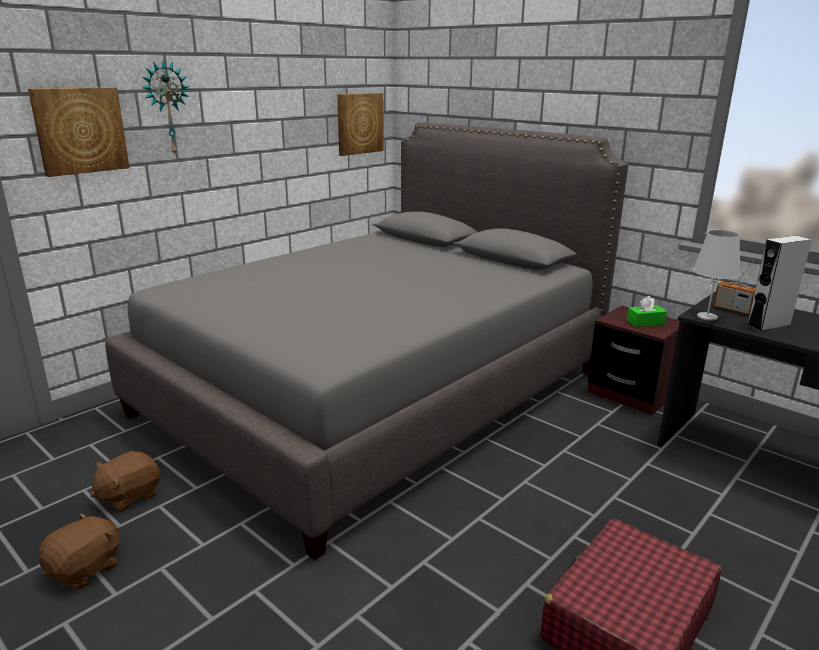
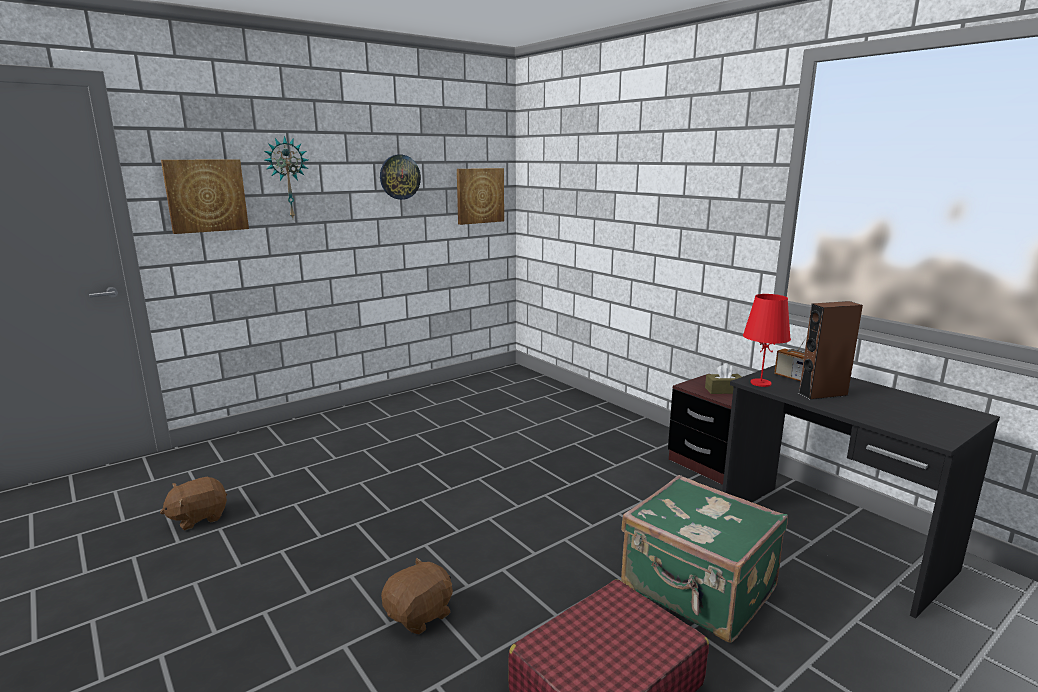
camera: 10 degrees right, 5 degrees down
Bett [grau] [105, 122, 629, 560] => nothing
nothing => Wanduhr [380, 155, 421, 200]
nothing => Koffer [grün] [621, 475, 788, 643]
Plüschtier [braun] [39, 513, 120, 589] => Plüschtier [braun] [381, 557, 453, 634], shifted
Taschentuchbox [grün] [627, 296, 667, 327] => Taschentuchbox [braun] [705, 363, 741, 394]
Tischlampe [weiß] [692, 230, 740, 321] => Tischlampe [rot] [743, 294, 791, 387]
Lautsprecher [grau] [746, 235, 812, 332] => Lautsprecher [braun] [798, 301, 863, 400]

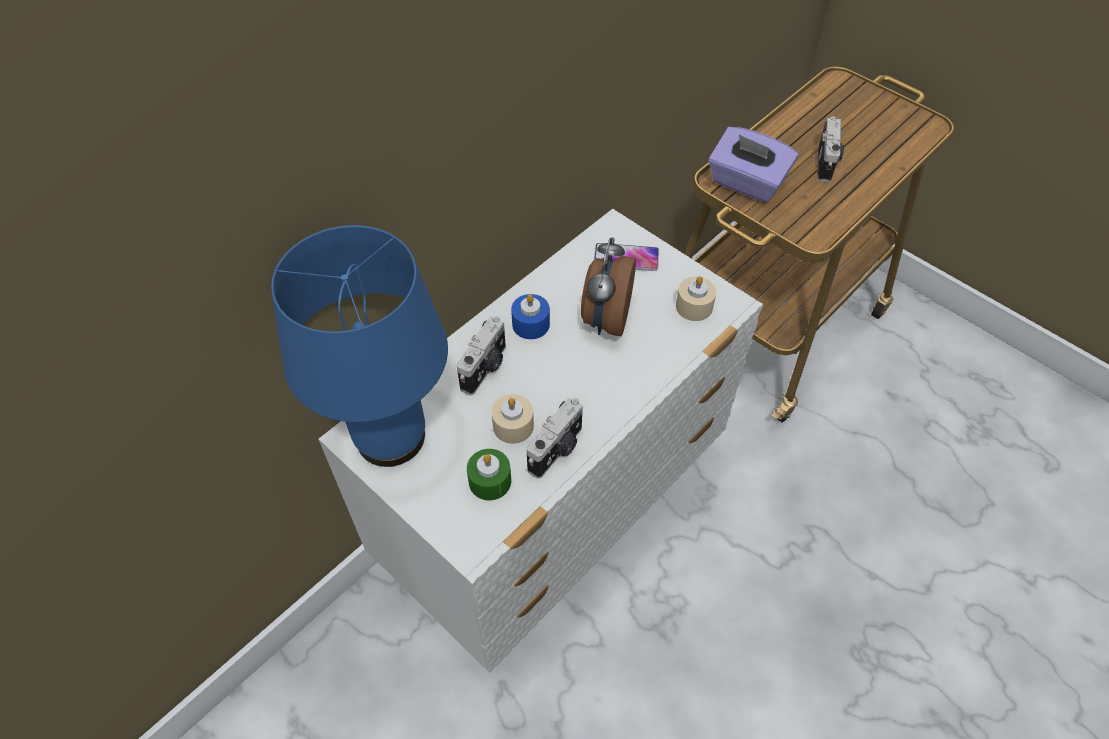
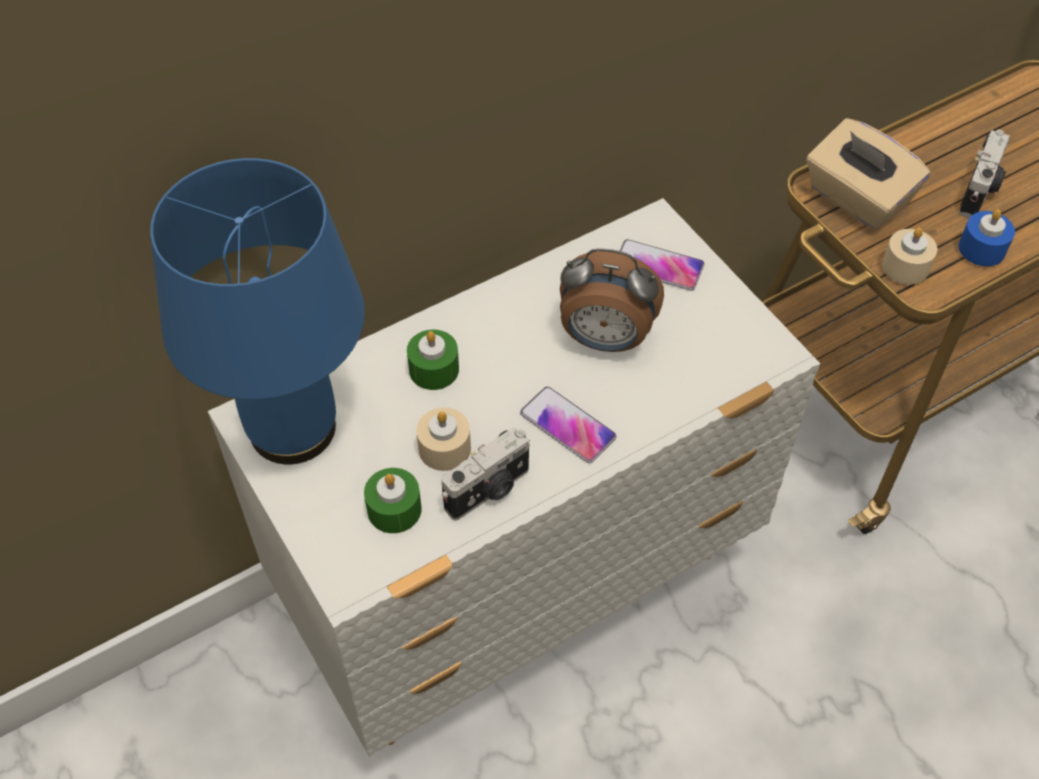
camera: 15 degrees right, 0 degrees up
nothing => Handy [520, 386, 617, 463]
Kerze [blau] [511, 294, 550, 339] => Kerze [blau] [958, 209, 1015, 266], shifted
Kerze [beige] [676, 276, 716, 321] => Kerze [beige] [882, 228, 937, 285], shifted
Kamera [457, 316, 506, 395] => Kerze [grün] [407, 330, 459, 390]
Taschentuchbox [lila] [708, 127, 798, 202] => Taschentuchbox [beige] [806, 118, 930, 229]
Wecker [581, 237, 636, 336] => Wecker [560, 248, 664, 352], 105 degrees counterclockwise

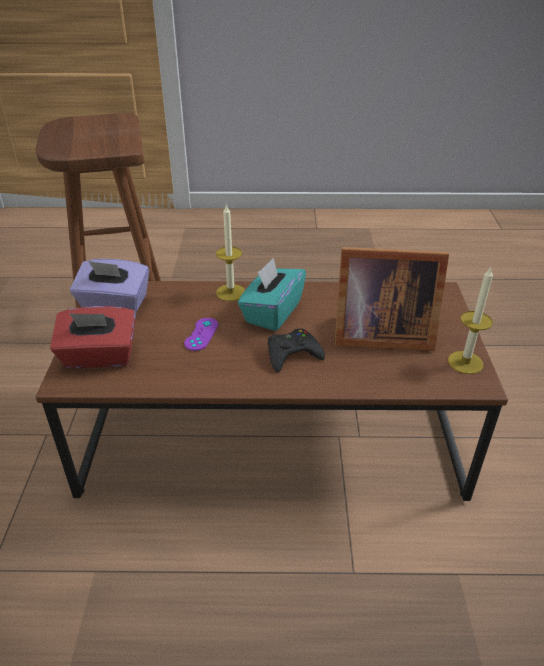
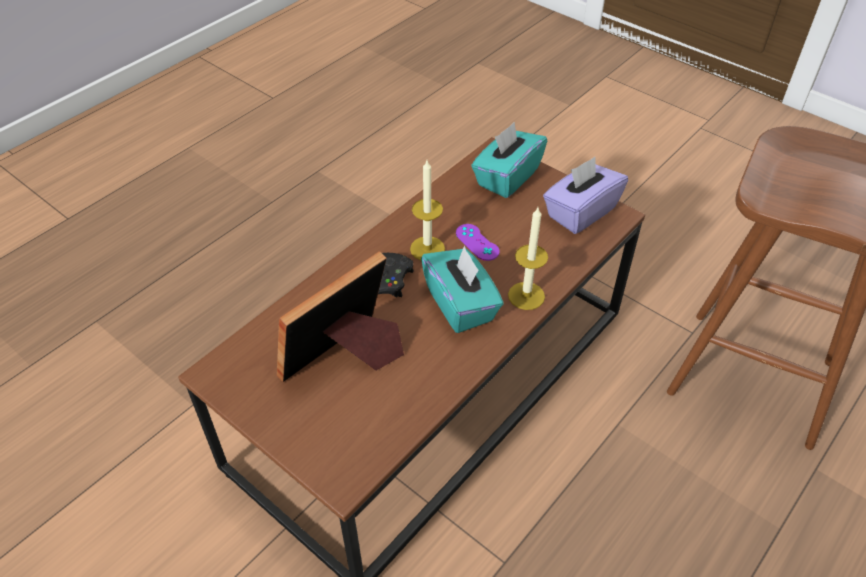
camera: 130 degrees right, 10 degrees up
Kerze [448, 267, 493, 374] => Kerze [410, 160, 445, 261], shifted
Taschentuchbox [rot] [50, 306, 136, 368] => Taschentuchbox [türkis] [471, 122, 547, 198]

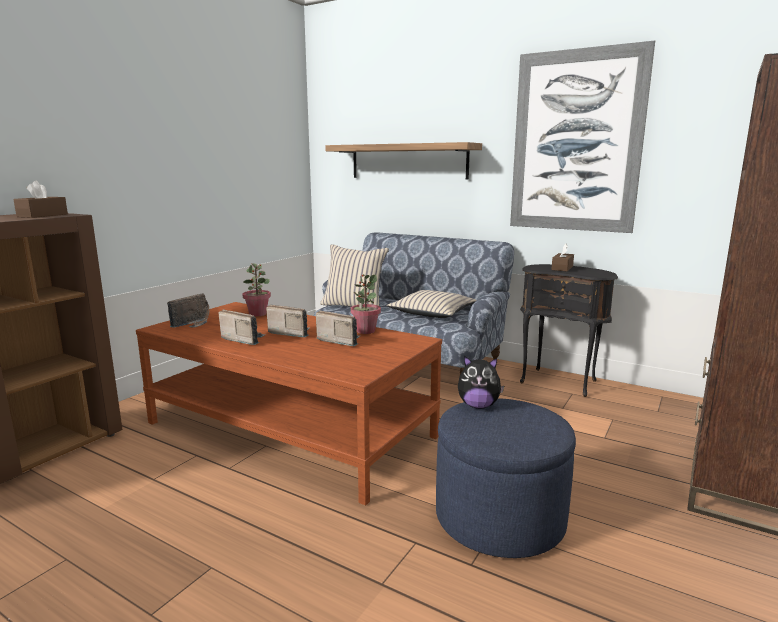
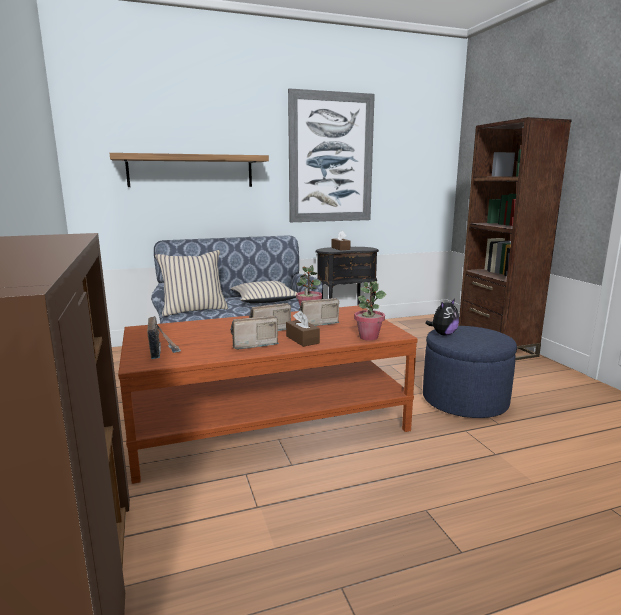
camera: 50 degrees left, 0 degrees up
Taschentuchbox [braun] [13, 181, 68, 218] => Taschentuchbox [braun] [286, 310, 320, 347], shifted
Topfpflanze [242, 263, 271, 316] => Topfpflanze [354, 281, 386, 341], shifted

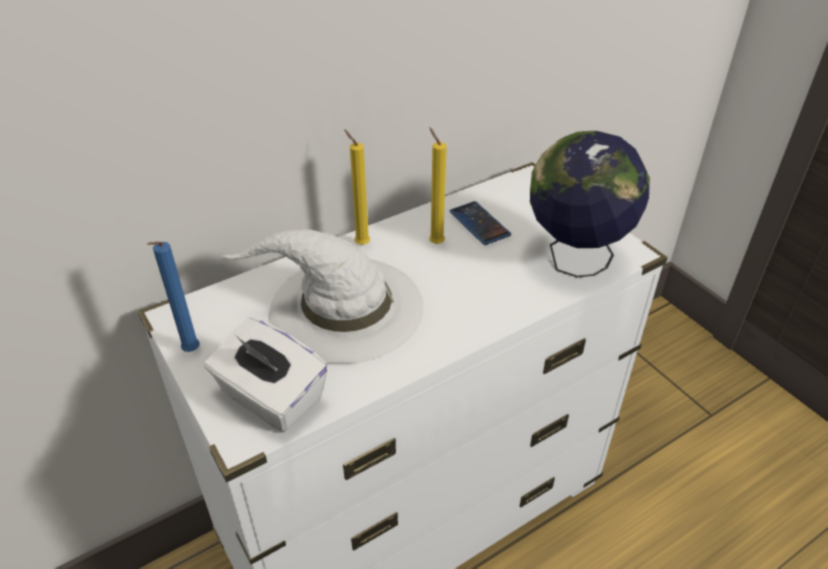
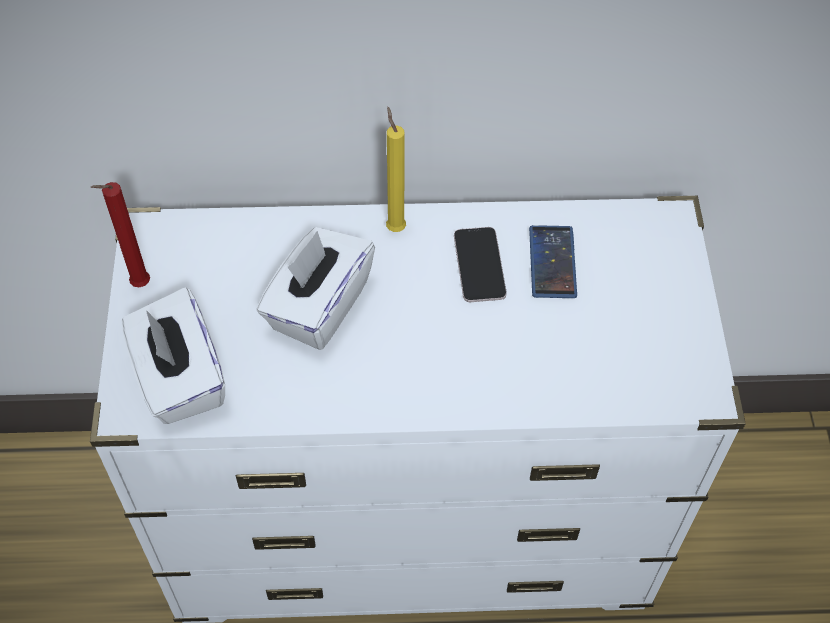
camera: 30 degrees right, 15 degrees up
Globus [530, 131, 650, 277] => nothing
Hut [weiß] [221, 229, 423, 364] => Taschentuchbox [weiß] [257, 227, 375, 350]
Kerze [gelb] [429, 127, 447, 244] => Handy [454, 227, 507, 302]
Kerze [blau] [147, 242, 200, 352] => Kerze [rot] [91, 182, 150, 287]

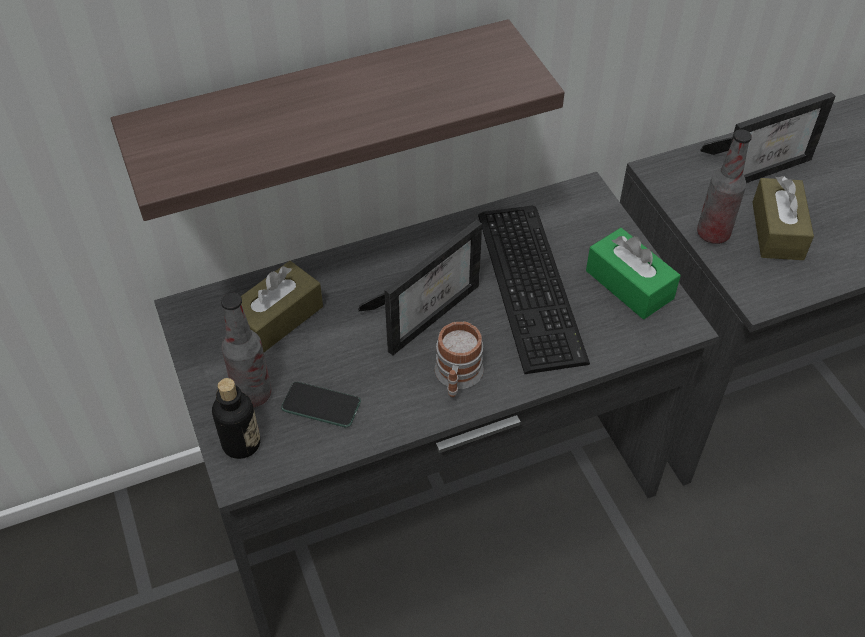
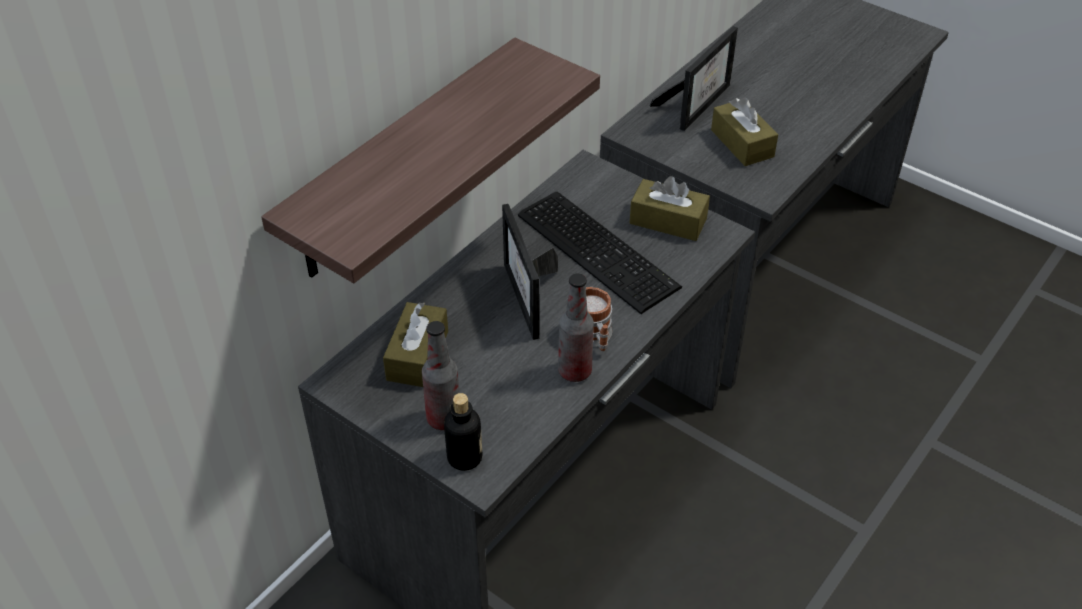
camera: 30 degrees left, 5 degrees down
Handy [281, 382, 361, 427] => nothing
Flasche [697, 129, 752, 244] => Flasche [558, 274, 594, 382], shifted
Taschentuchbox [grün] [586, 228, 681, 319] => Taschentuchbox [braun] [630, 176, 710, 241]
Bilderrahmen [358, 220, 482, 355] => Bilderrahmen [502, 204, 558, 340], 150 degrees clockwise

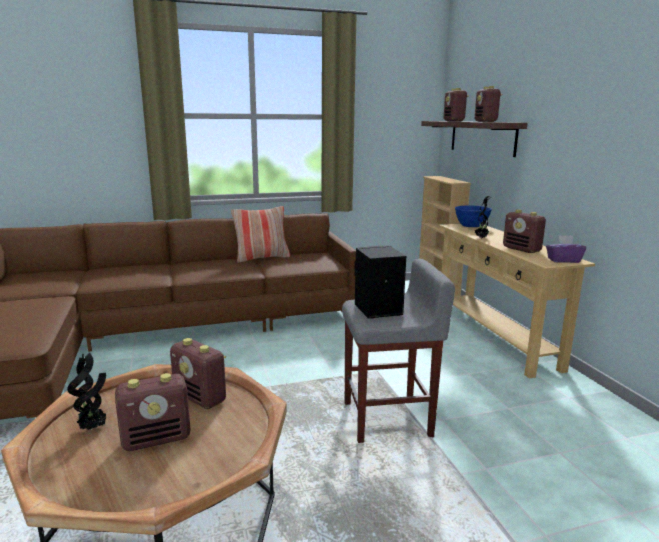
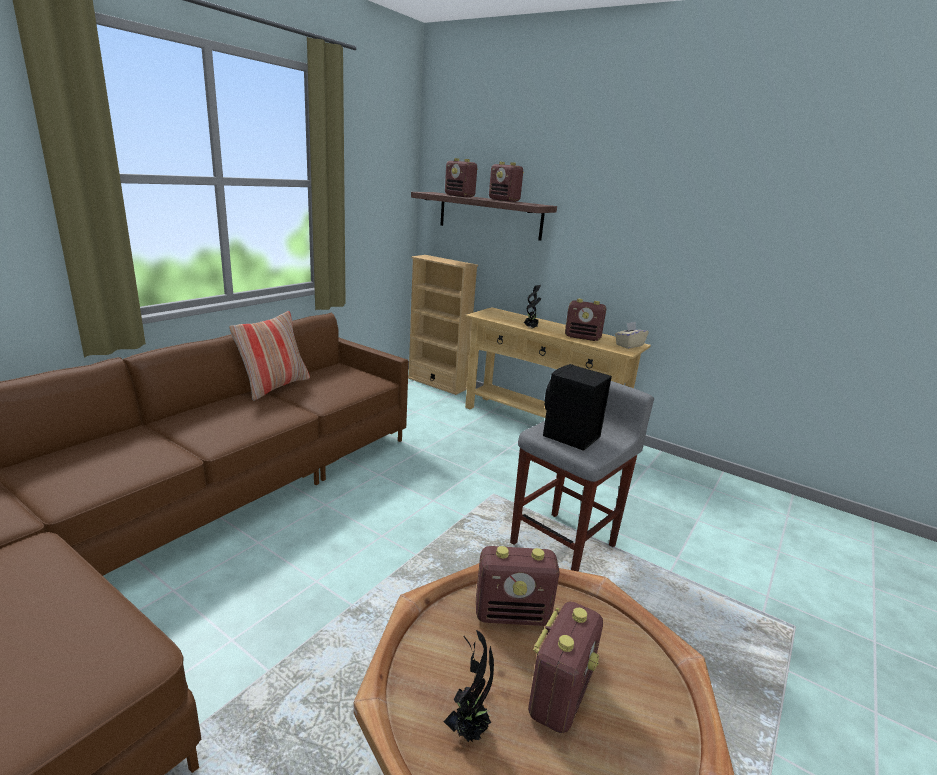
camera: 40 degrees left, 5 degrees up
Schüssel [blau] [455, 206, 492, 227] => nothing
Taschentuchbox [lila] [546, 235, 586, 263] => Taschentuchbox [beige] [615, 322, 649, 349]

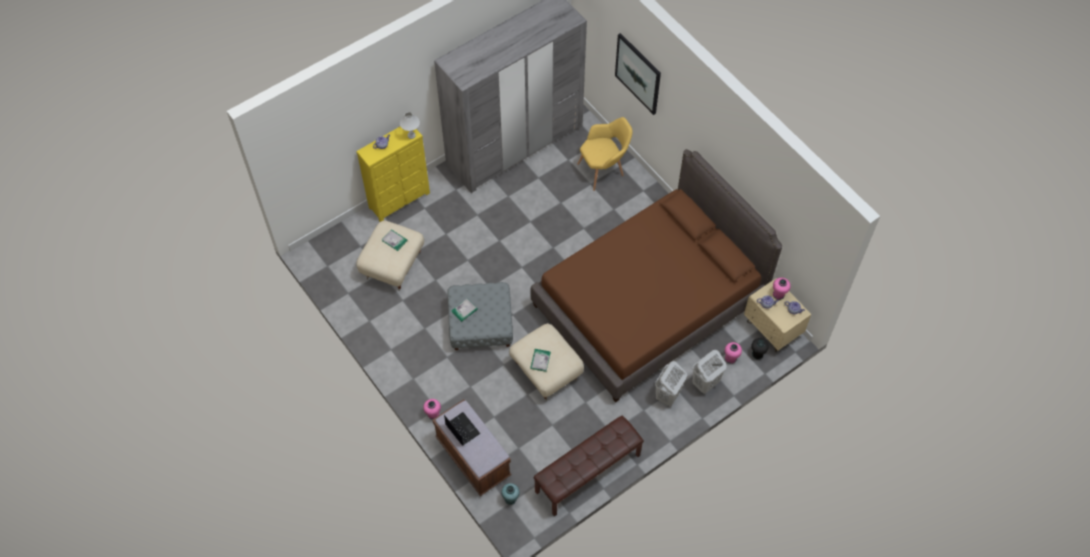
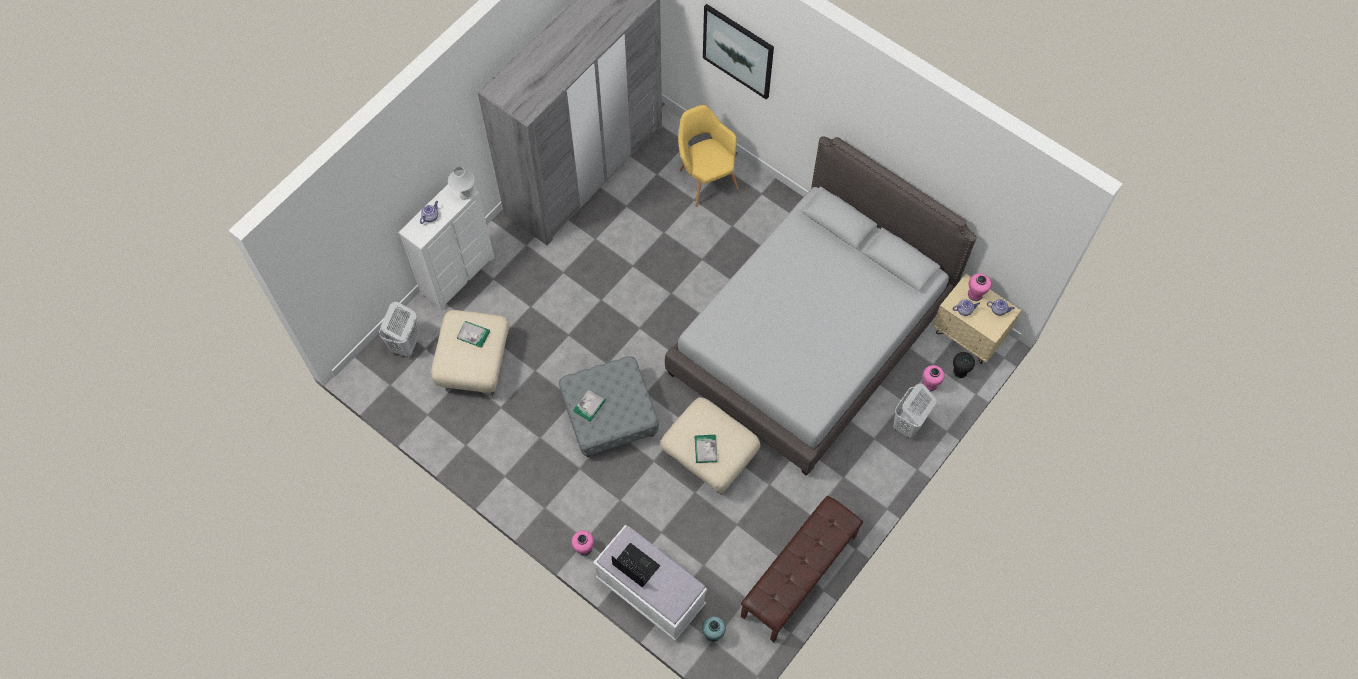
camera: 15 degrees left, 5 degrees up
Wäschekorb [weiß] [655, 361, 687, 407] => Wäschekorb [weiß] [379, 302, 420, 358], shifted
Kommode [gelb] [356, 127, 430, 222] => Kommode [weiß] [399, 184, 494, 311]
Bank [braun] [432, 399, 511, 496] => Bank [weiß] [593, 525, 707, 641]
Bett [braun] [530, 149, 782, 402] => Bett [grau] [665, 136, 977, 475]
Sessel [gelb] [578, 117, 633, 191] => Sessel [gelb] [678, 105, 738, 207], 75 degrees counterclockwise

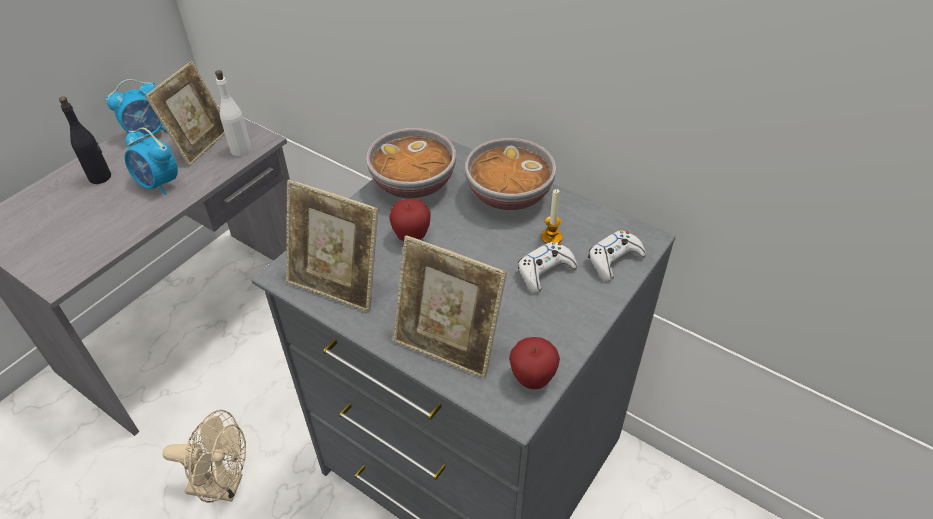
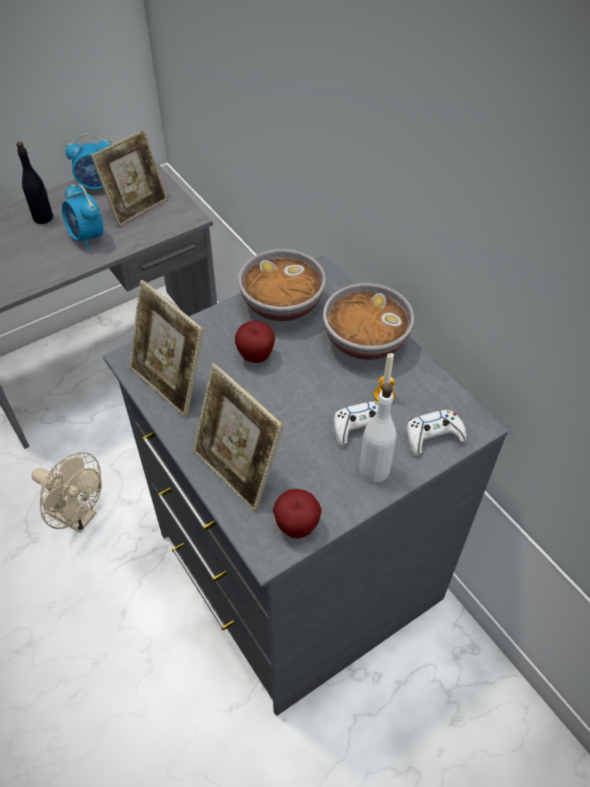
camera: 20 degrees right, 5 degrees up
Flasche [weiß] [215, 70, 252, 156] => Flasche [weiß] [359, 383, 397, 483], shifted

